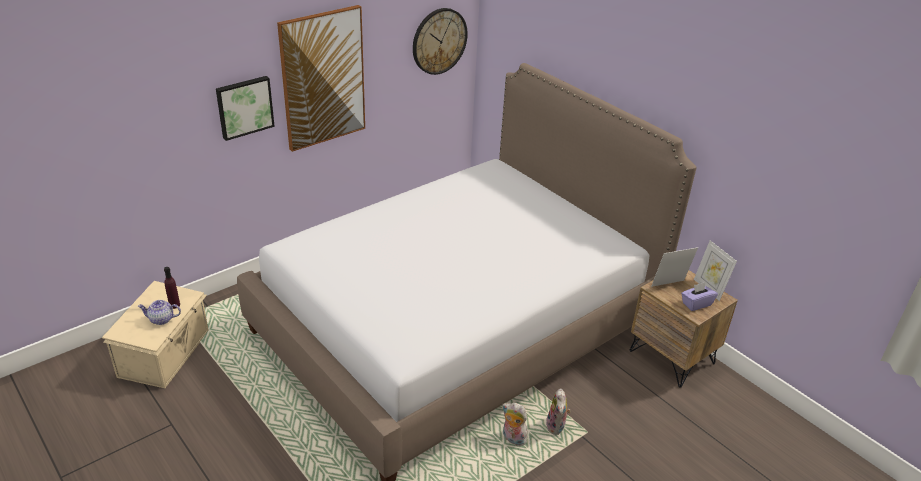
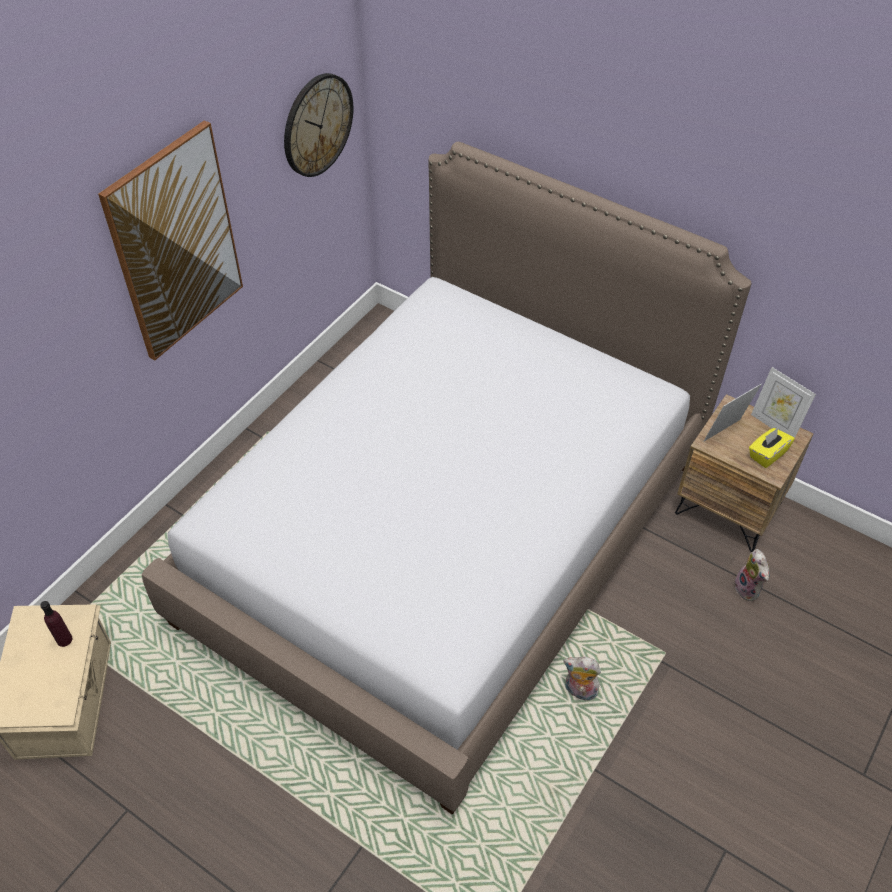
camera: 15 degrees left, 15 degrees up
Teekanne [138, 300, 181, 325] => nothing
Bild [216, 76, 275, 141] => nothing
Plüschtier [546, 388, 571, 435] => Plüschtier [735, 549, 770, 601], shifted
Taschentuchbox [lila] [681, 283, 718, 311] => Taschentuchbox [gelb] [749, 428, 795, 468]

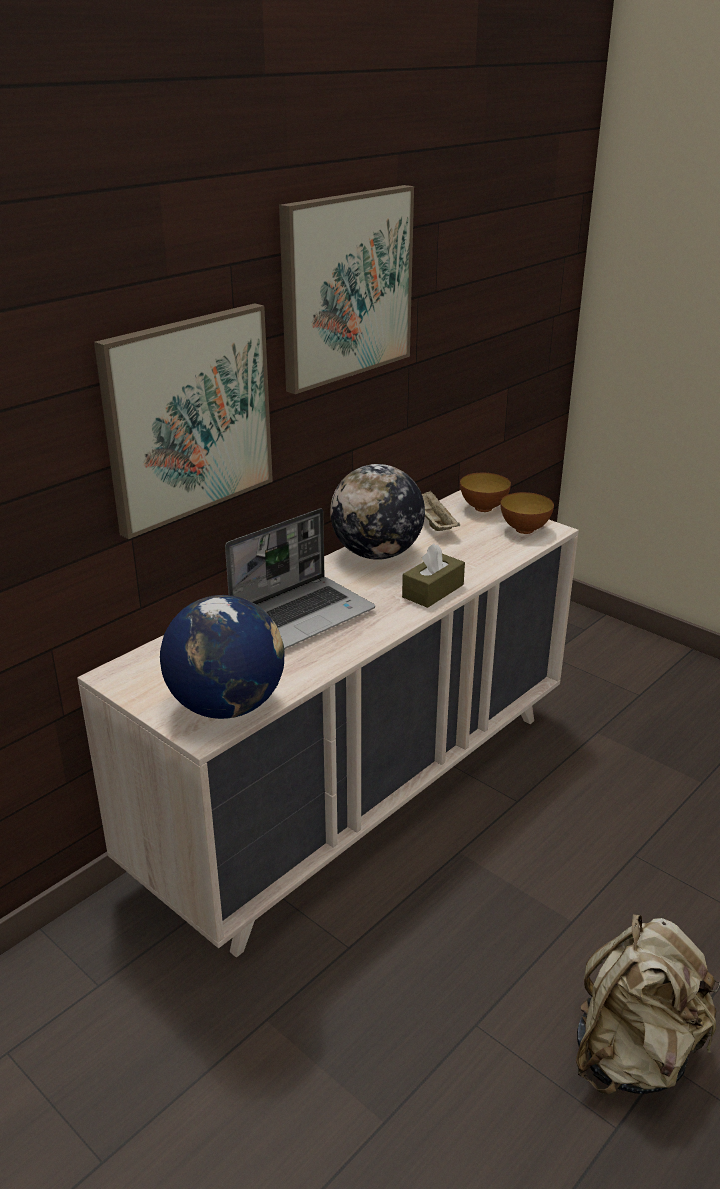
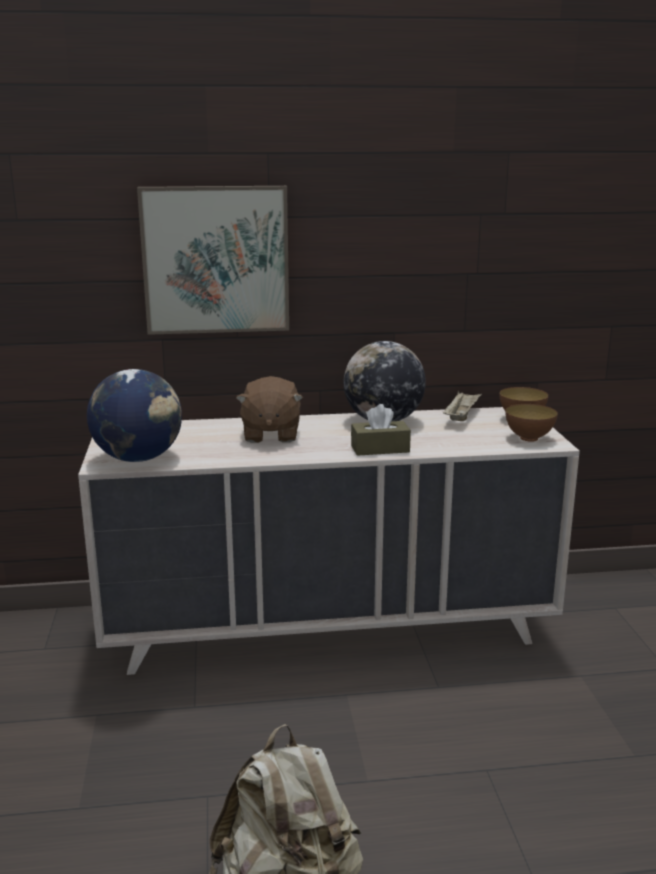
camera: 40 degrees right, 10 degrees down
Bild [279, 185, 414, 394] => nothing
Laptop [225, 508, 375, 649] => Plüschtier [braun] [236, 376, 303, 443]

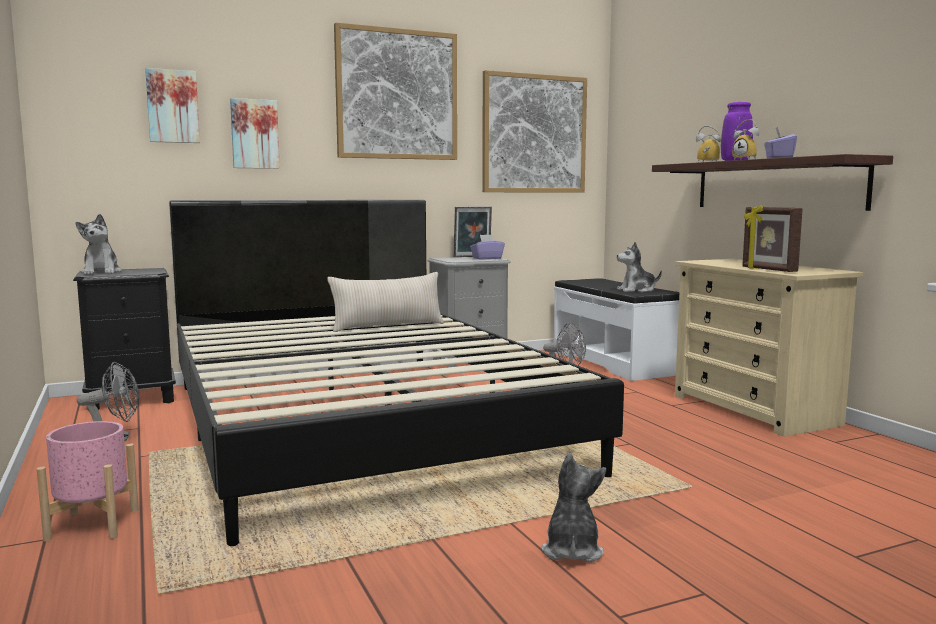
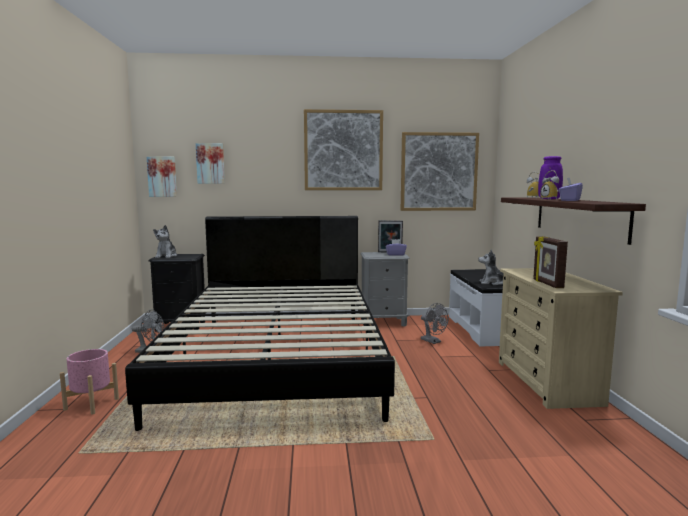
camera: 20 degrees right, 0 degrees up
Kissen [beige] [327, 272, 444, 332] => nothing
Plüschtier [542, 453, 606, 562] => nothing
Bild [230, 98, 280, 169] => Bild [147, 156, 177, 197], shifted

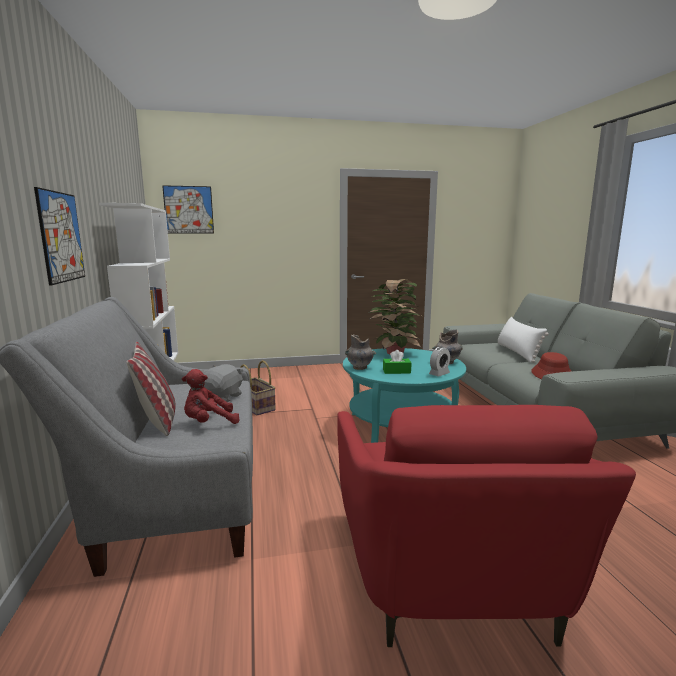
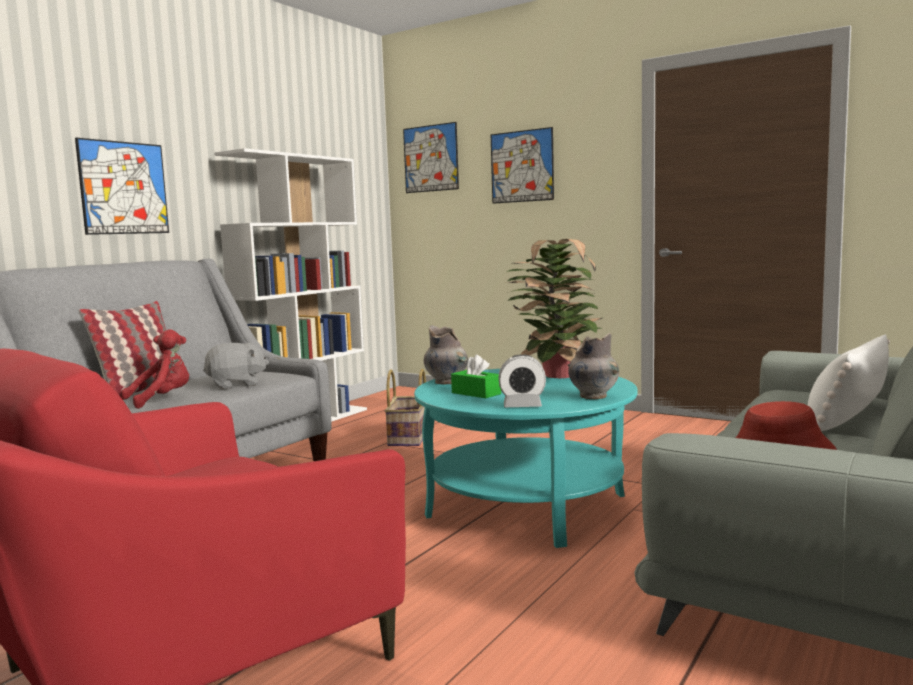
camera: 45 degrees right, 5 degrees down
nothing => Bild [491, 127, 554, 204]
Plüschtier [rot] [182, 369, 240, 424] => Plüschtier [rot] [121, 329, 189, 409], 120 degrees clockwise

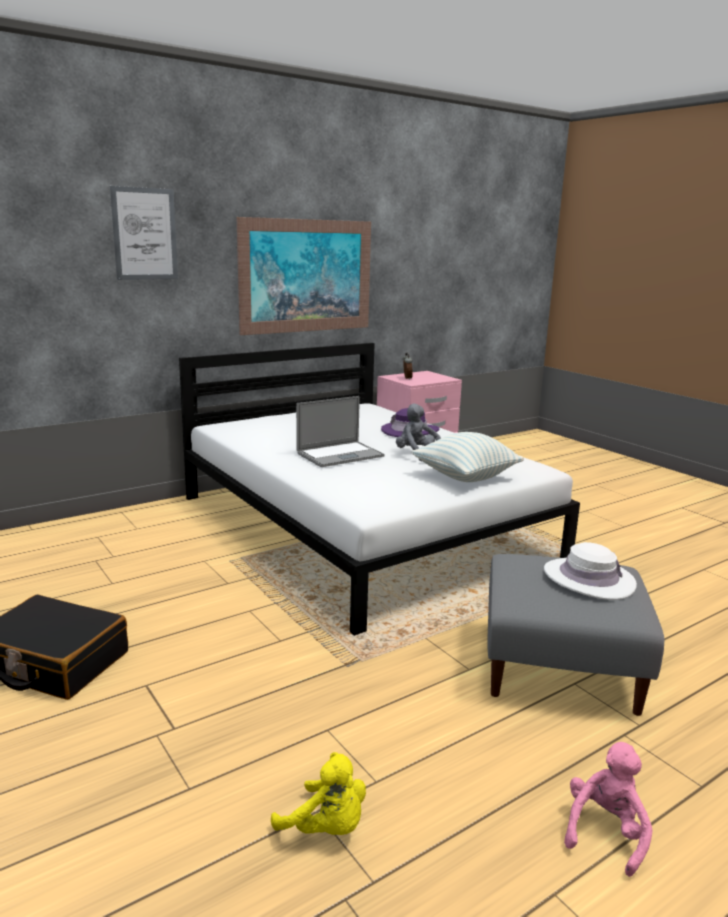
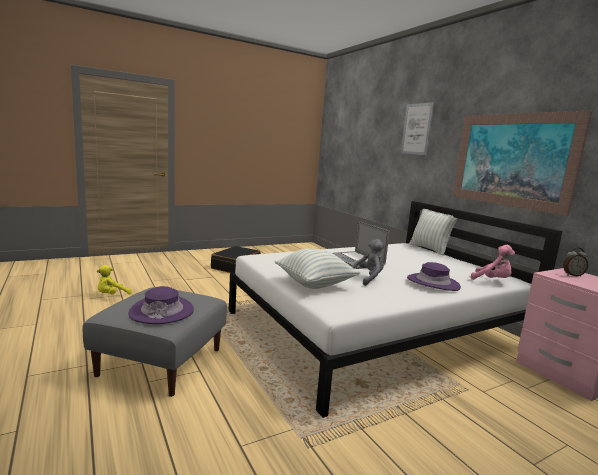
camera: 95 degrees right, 5 degrees down
nothing => Kissen [409, 209, 458, 255]
Plüschtier [rosa] [564, 742, 652, 877] => Plüschtier [rosa] [471, 245, 515, 280], shifted
Hut [weiß] [544, 542, 637, 600] => Hut [lila] [128, 286, 194, 324]

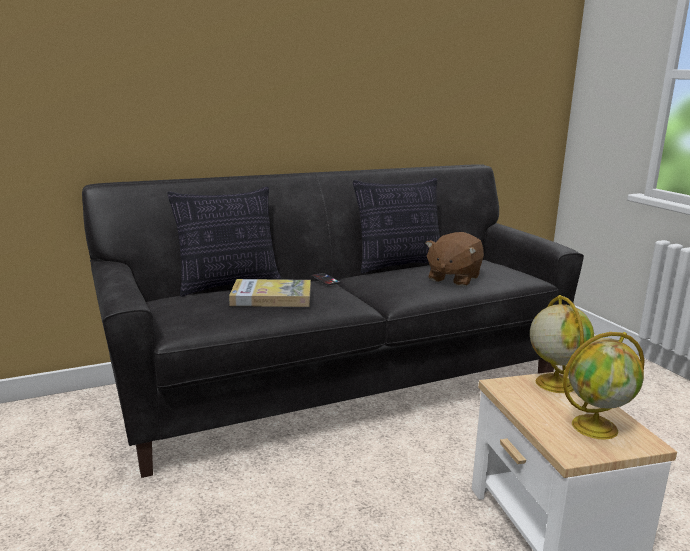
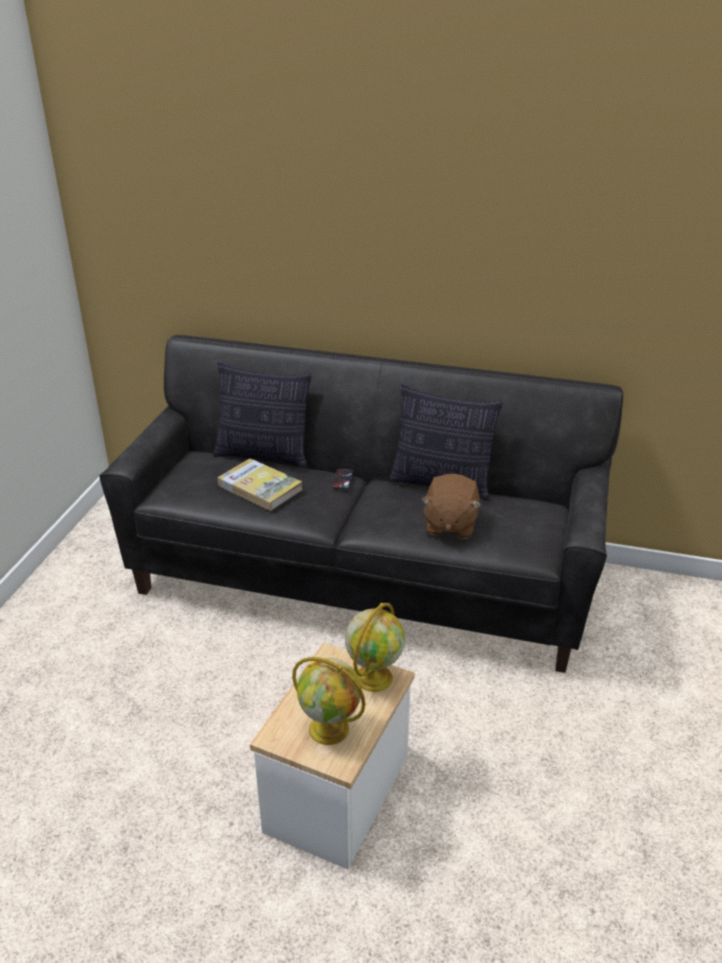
camera: 40 degrees right, 15 degrees up
Plüschtier [braun] [426, 232, 484, 286] => Plüschtier [braun] [421, 474, 481, 539], 60 degrees counterclockwise

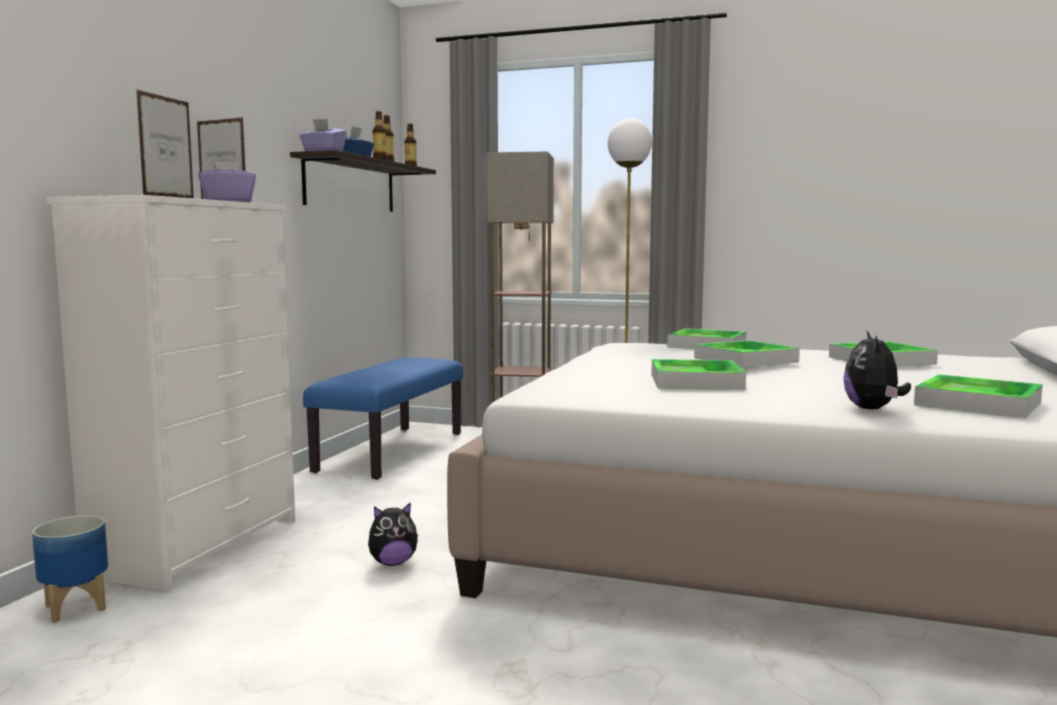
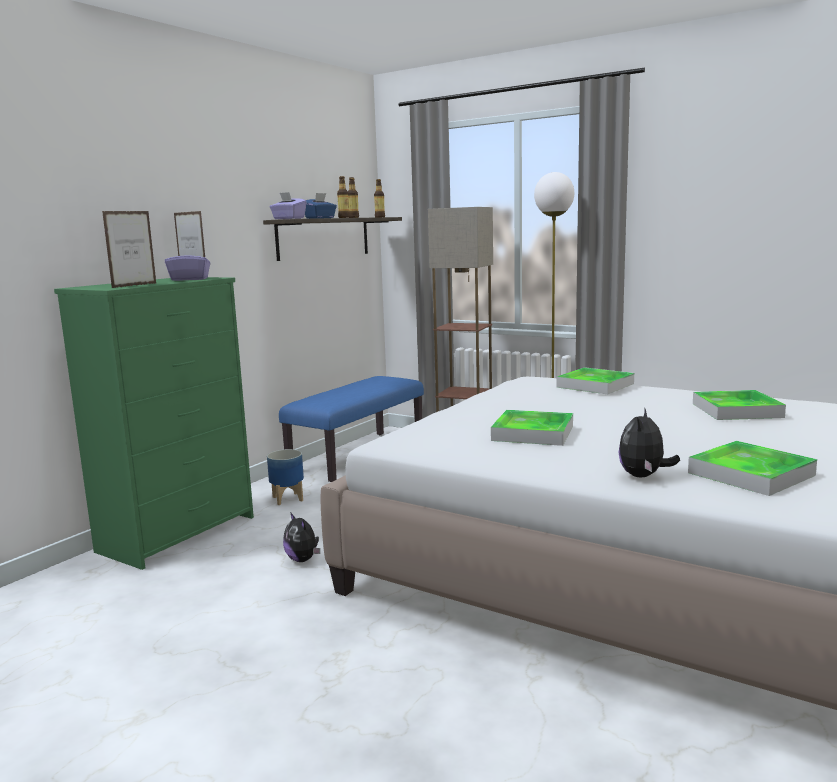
camera: 15 degrees right, 5 degrees up
Tablett [694, 340, 800, 368] => nothing
Pflanzkübel [32, 515, 108, 623] => Pflanzkübel [267, 449, 304, 505], shifted
Kommode [weiß] [47, 195, 295, 592] => Kommode [grün] [54, 277, 254, 570]
Plüschtier [368, 502, 418, 566] => Plüschtier [283, 512, 320, 562], 60 degrees clockwise

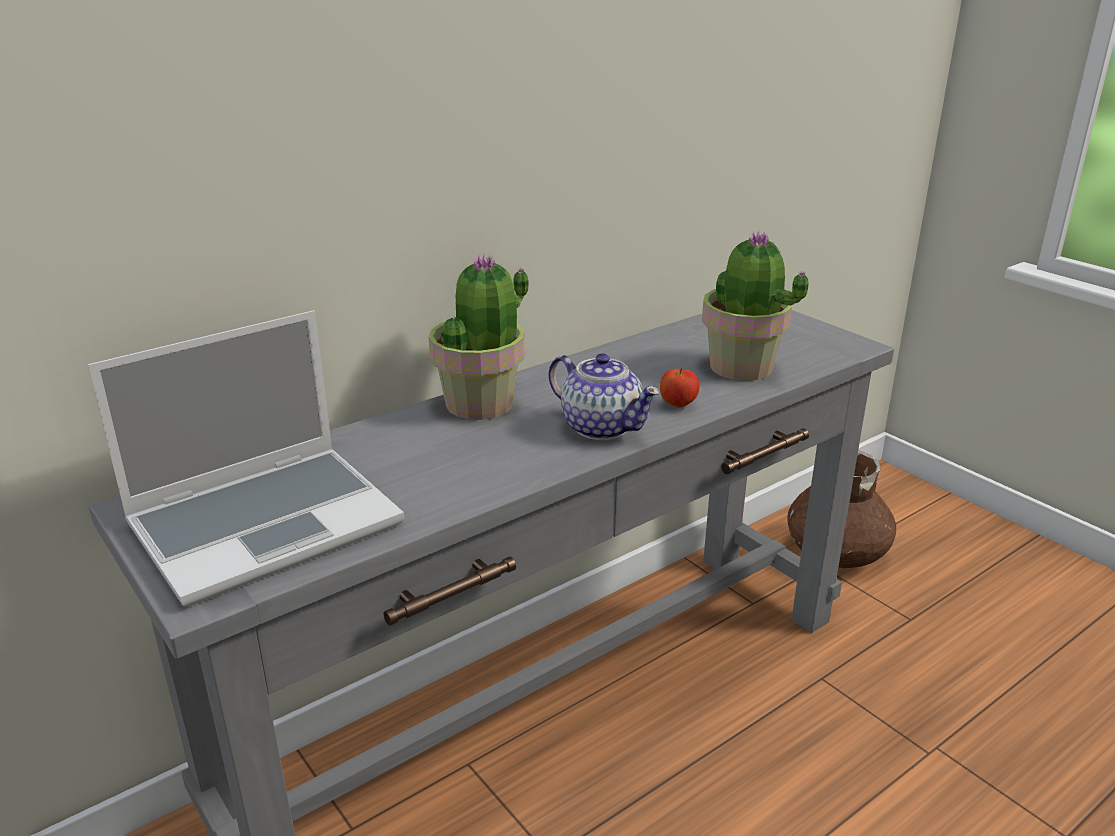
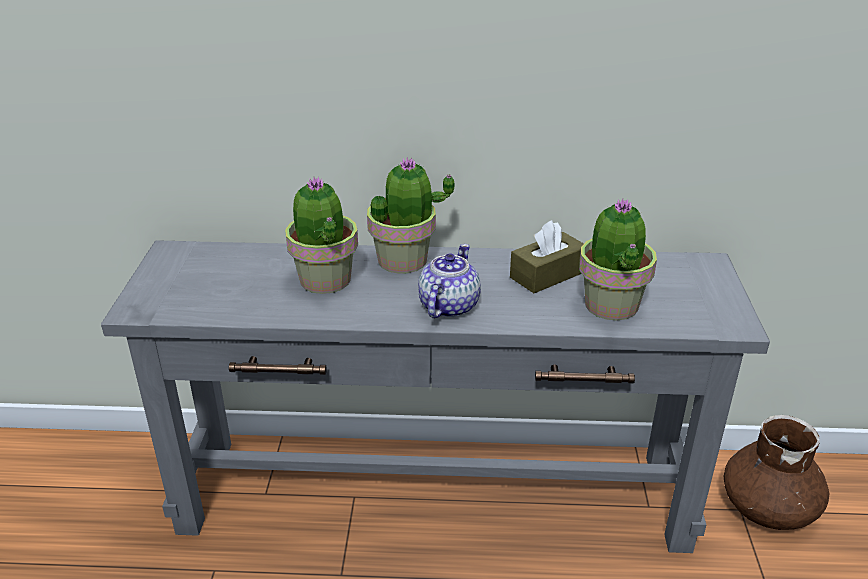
camera: 40 degrees right, 5 degrees up
Laptop [88, 310, 405, 606] => nothing
Apfel [660, 368, 699, 408] => nothing
nothing => Topfpflanze [285, 177, 358, 294]
nothing => Taschentuchbox [braun] [510, 220, 584, 293]
Teekanne [549, 353, 660, 440] => Teekanne [418, 244, 481, 318], 150 degrees counterclockwise

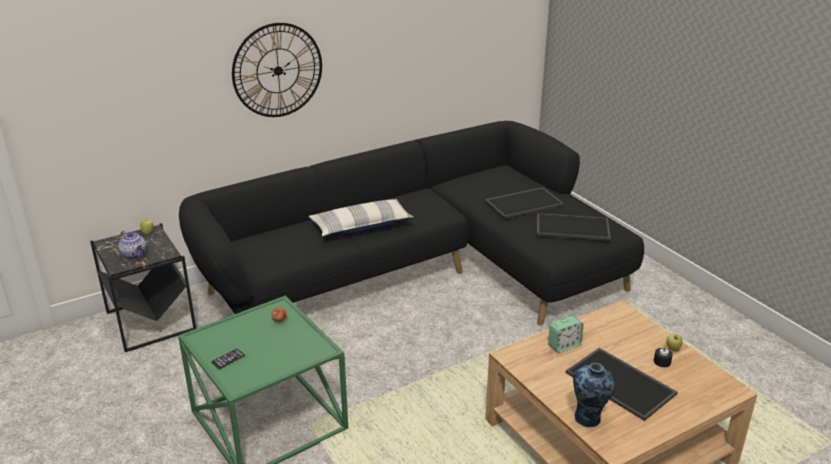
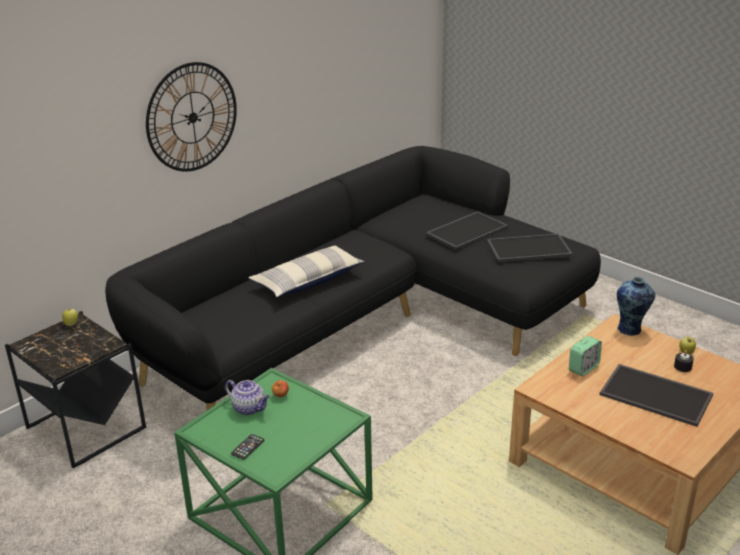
camera: 15 degrees left, 0 degrees up
Teekanne [118, 231, 146, 259] => Teekanne [225, 380, 270, 415], shifted
Vase [573, 363, 616, 427] => Vase [617, 277, 655, 336], shifted

